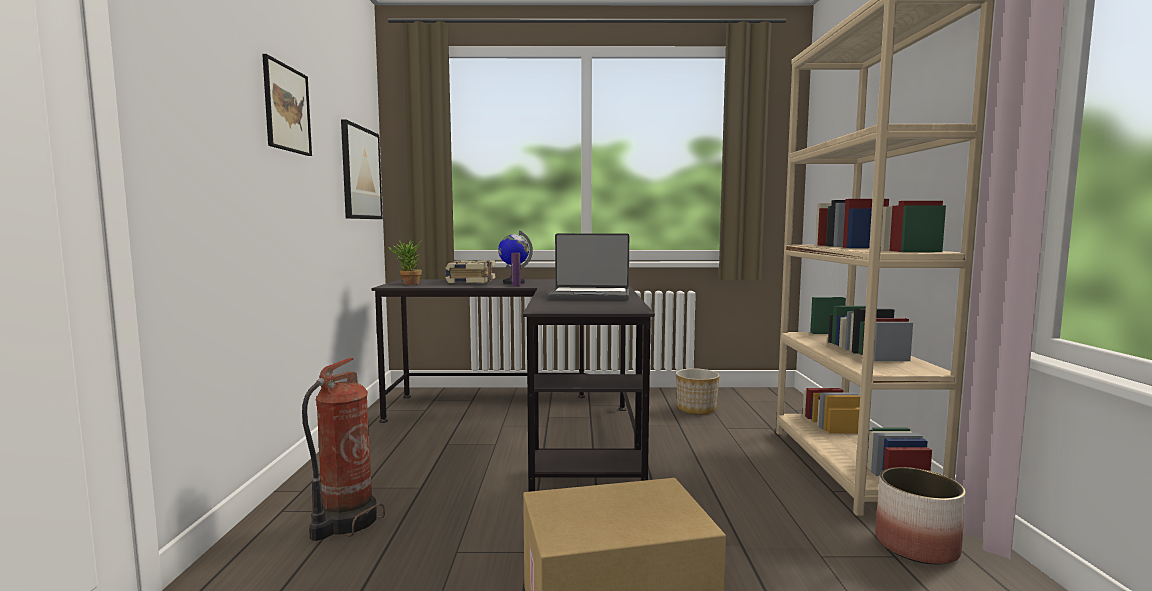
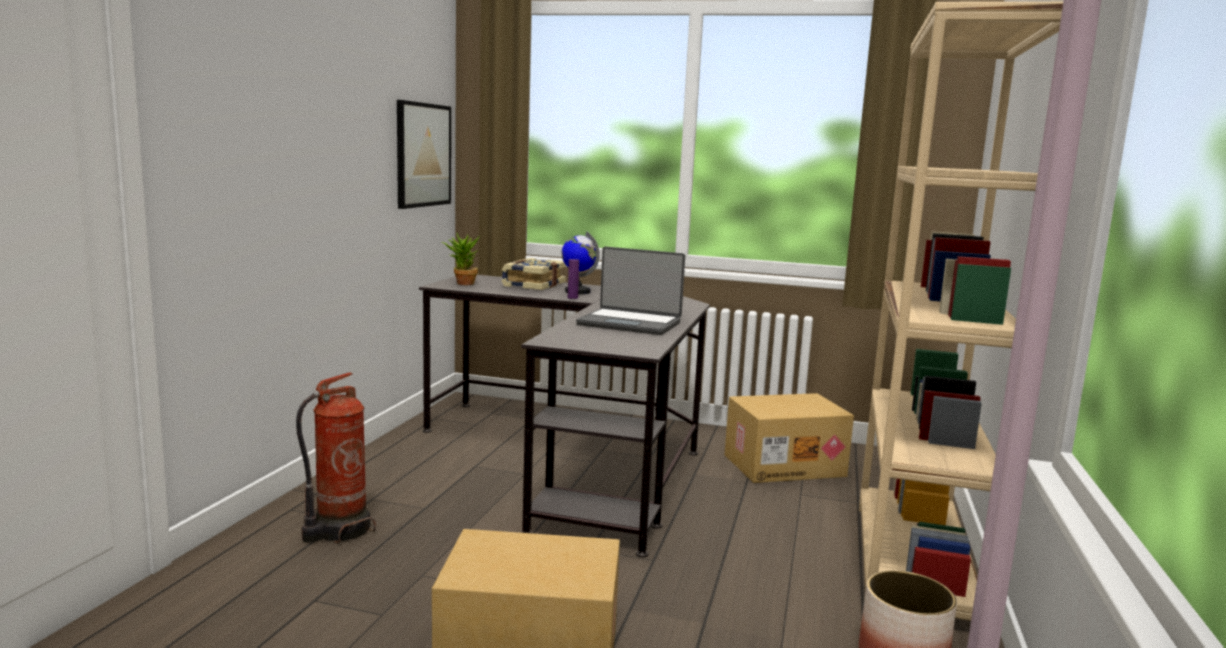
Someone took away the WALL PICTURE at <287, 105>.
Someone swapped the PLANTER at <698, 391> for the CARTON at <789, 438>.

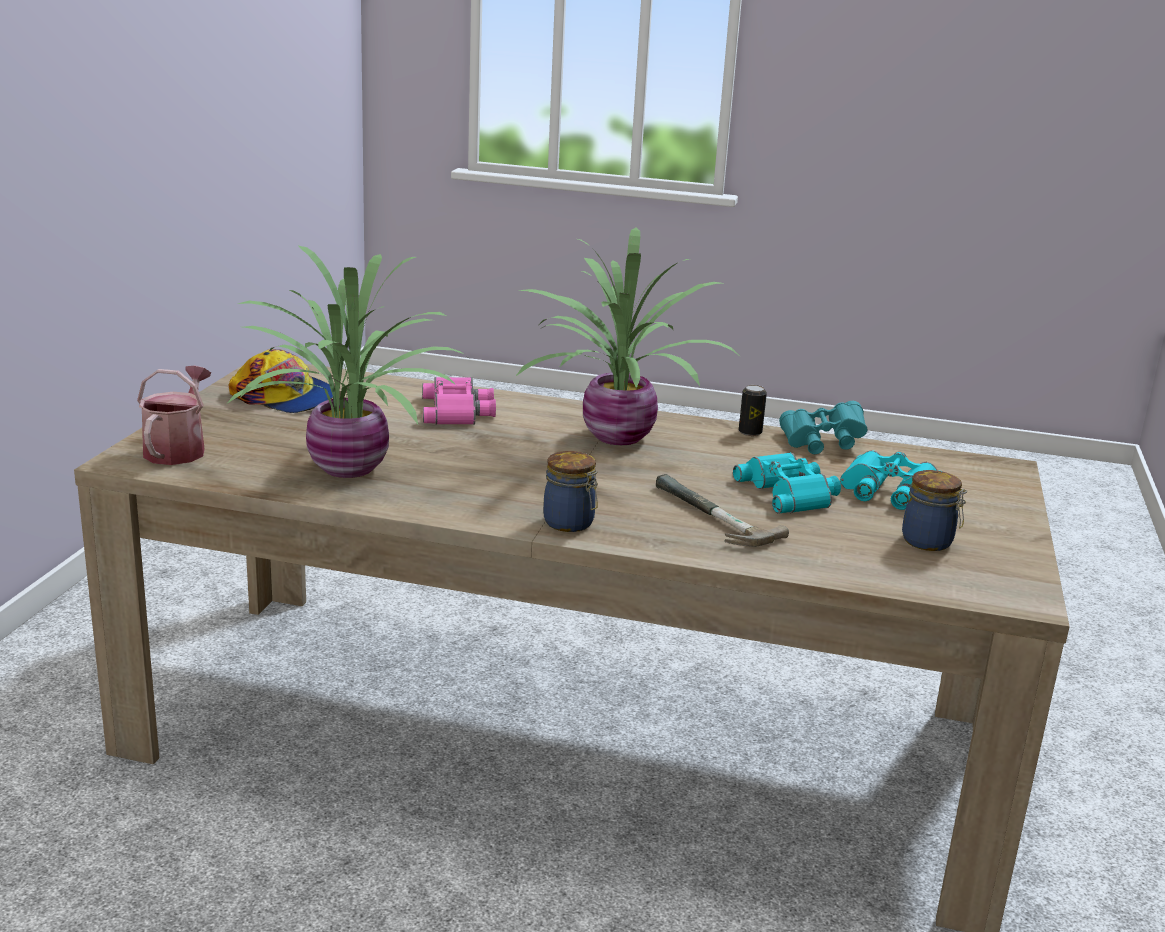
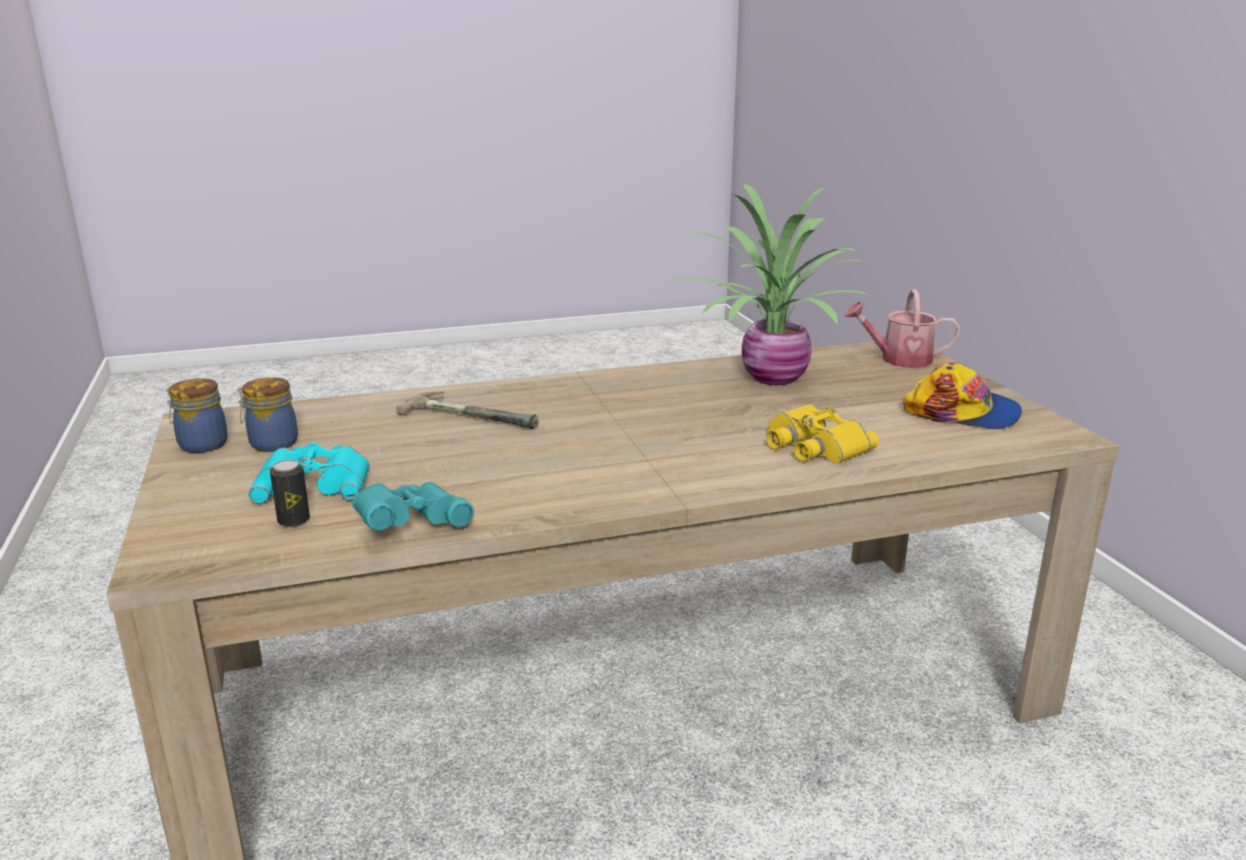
Someone took away the POTTED PLANT at <627, 336>.
Someone rotated the CAP at <281, 381> by 150 degrees counterclockwise.
Someone rotated the SPRINKLING CAN at <174, 415> by 120 degrees clockwise.
Someone repainted the PINK PAIR OF BINOCULARS at <459, 401>, which became the YELLOWISH PAIR OF BINOCULARS at <822, 434>.
Someone carried the SEALED CAN from <753, 410> to <290, 493>.
Someone carried the STORAGE JAR from <570, 491> to <197, 415>.
Someone took away the TURQUOISE-COLOURED PAIR OF BINOCULARS at <787, 483>.

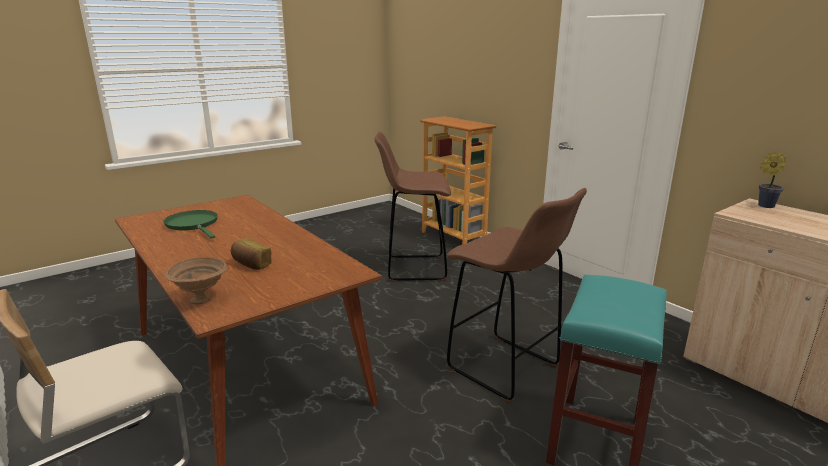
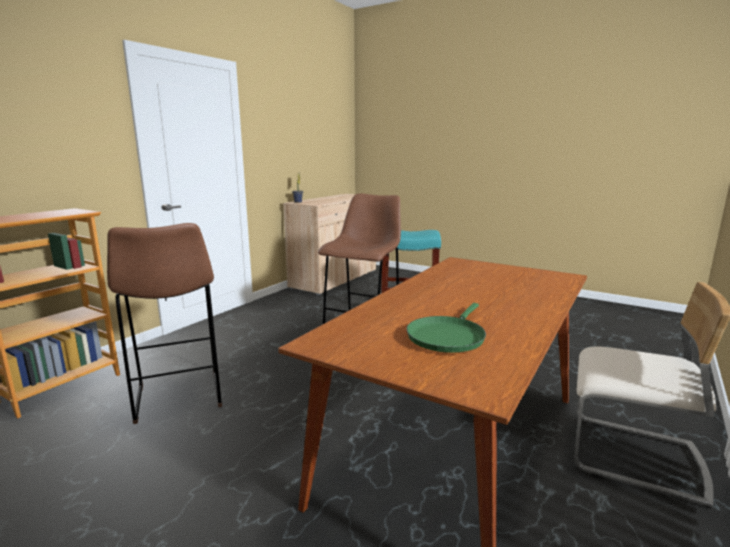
Someone took away the BAKERY BREAD at <251, 254>.
Someone took away the BROWN-COLOURED DEEP DISH at <196, 280>.

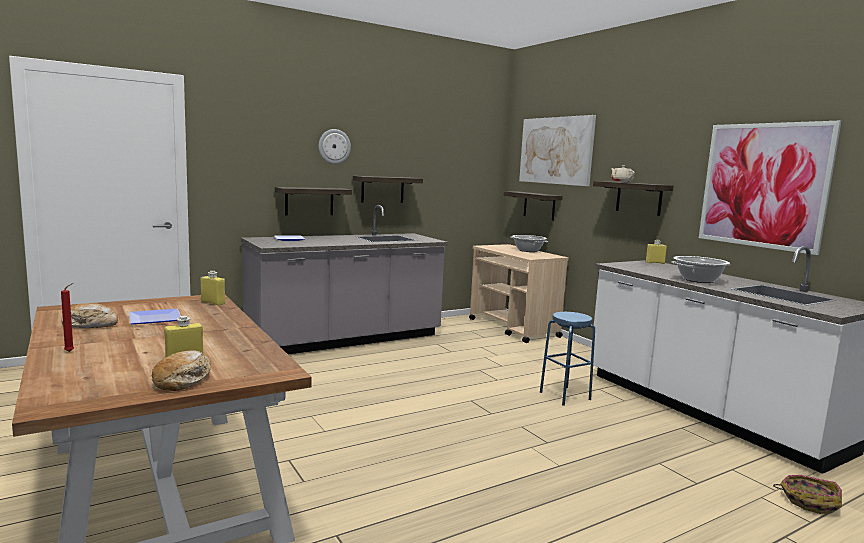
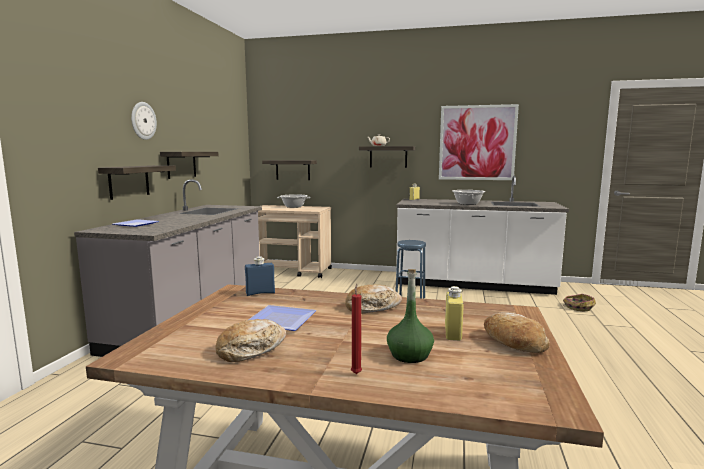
Someone took away the WALL PICTURE at <557, 150>.
Someone repainted the YELLOWISH BOTTLE at <213, 288>, which became the BLUE BOTTLE at <260, 276>.
Someone put down the GREEN BOTTLE at <410, 316>.
Someone put down the BAKERY BREAD at <373, 299>.

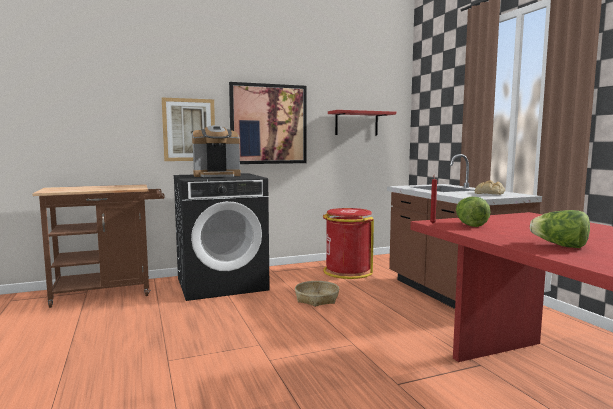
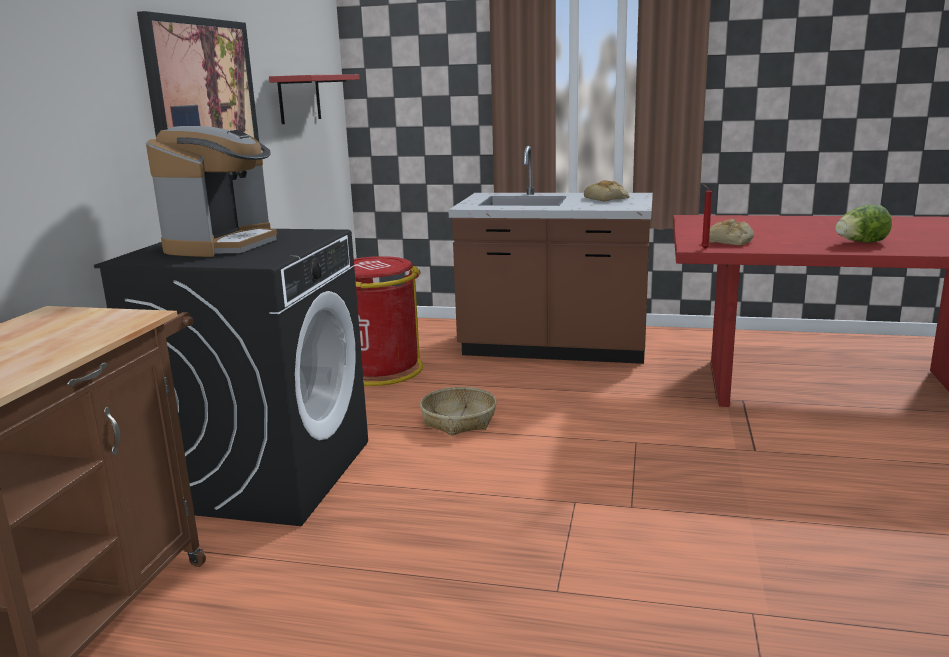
Someone took away the WALL PICTURE at <188, 129>.
Someone swapped the HEAD OF LETTUCE at <473, 212> for the BAKERY BREAD at <731, 232>.

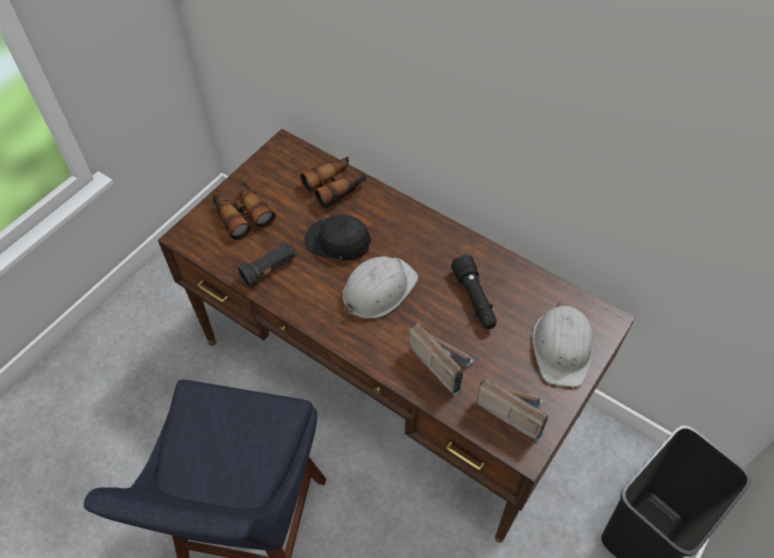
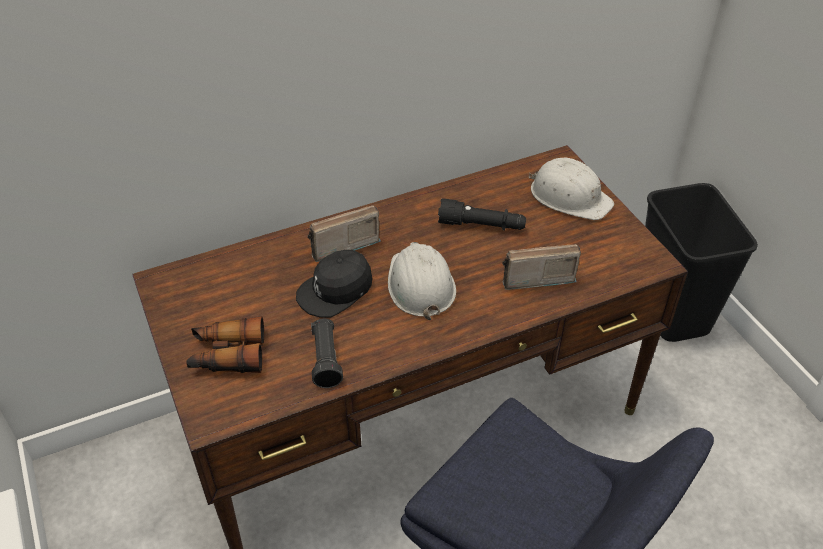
Someone took away the PAIR OF BINOCULARS at <333, 183>.
Someone carried the RADIO from <512, 410> to <344, 233>.

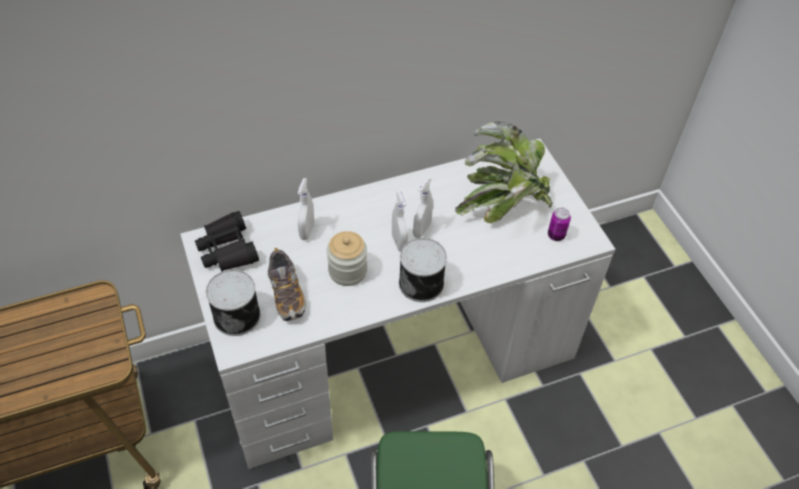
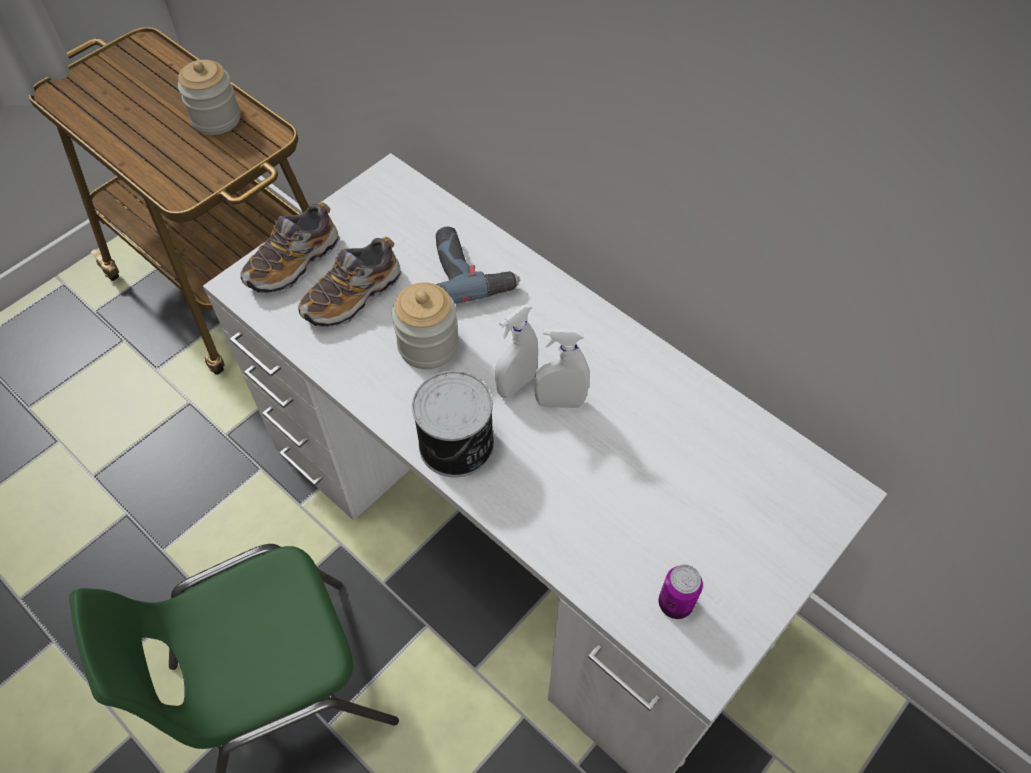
Someone took away the POTTED PLANT at <504, 173>.
Someone swapped the WHITISH SPRAY BOTTLE at <306, 209> for the DRILL at <478, 265>.
Someone took away the BLACK-COLOURED PAIR OF BINOCULARS at <227, 241>.
Someone swapped the SEALED CAN at <233, 303> for the SHOE at <290, 247>.
Someone put down the STORAGE JAR at <209, 97>.

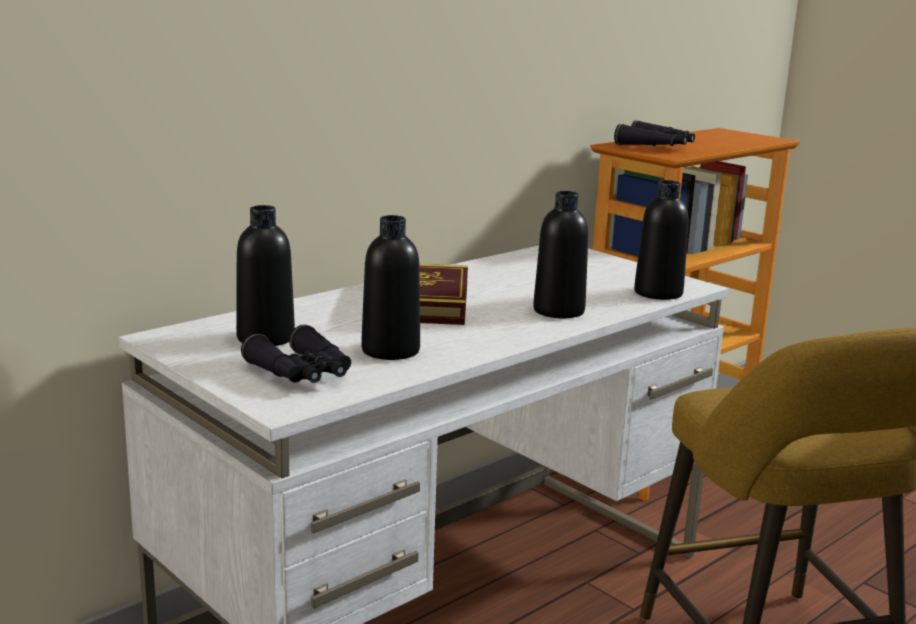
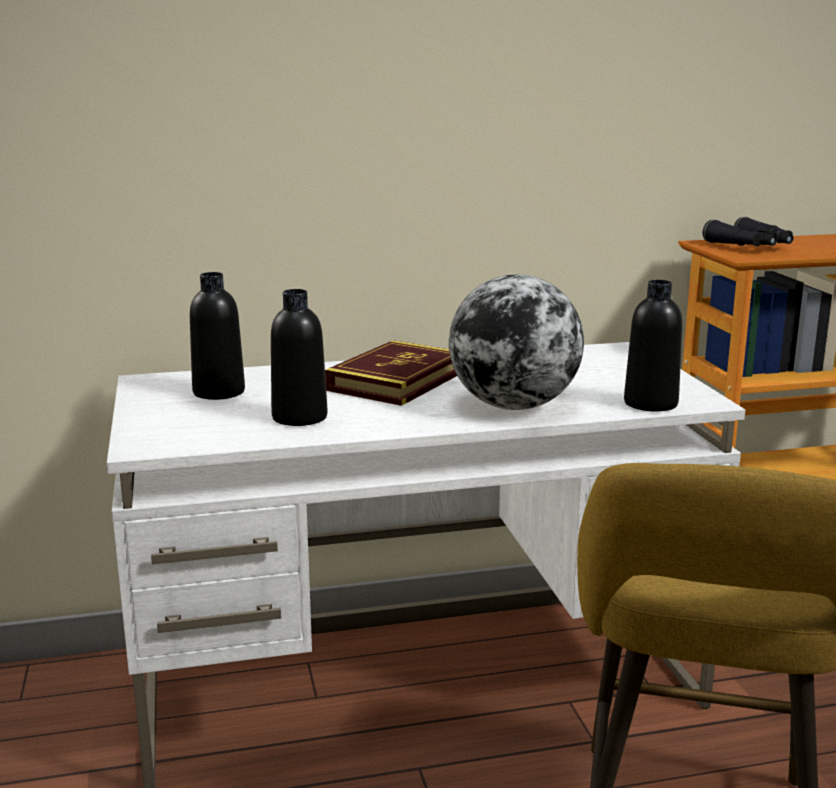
Someone swapped the BLACK-COLOURED BOTTLE at <560, 254> for the GLOBE at <516, 342>.
Someone took away the BLACK-COLOURED PAIR OF BINOCULARS at <296, 354>.

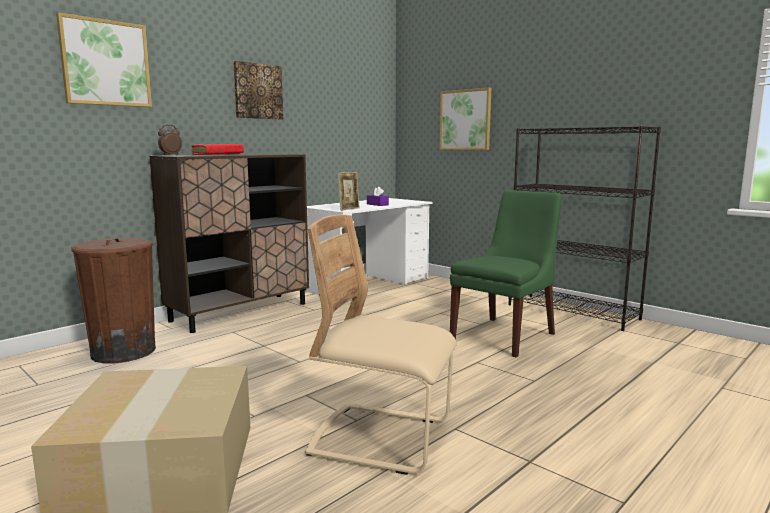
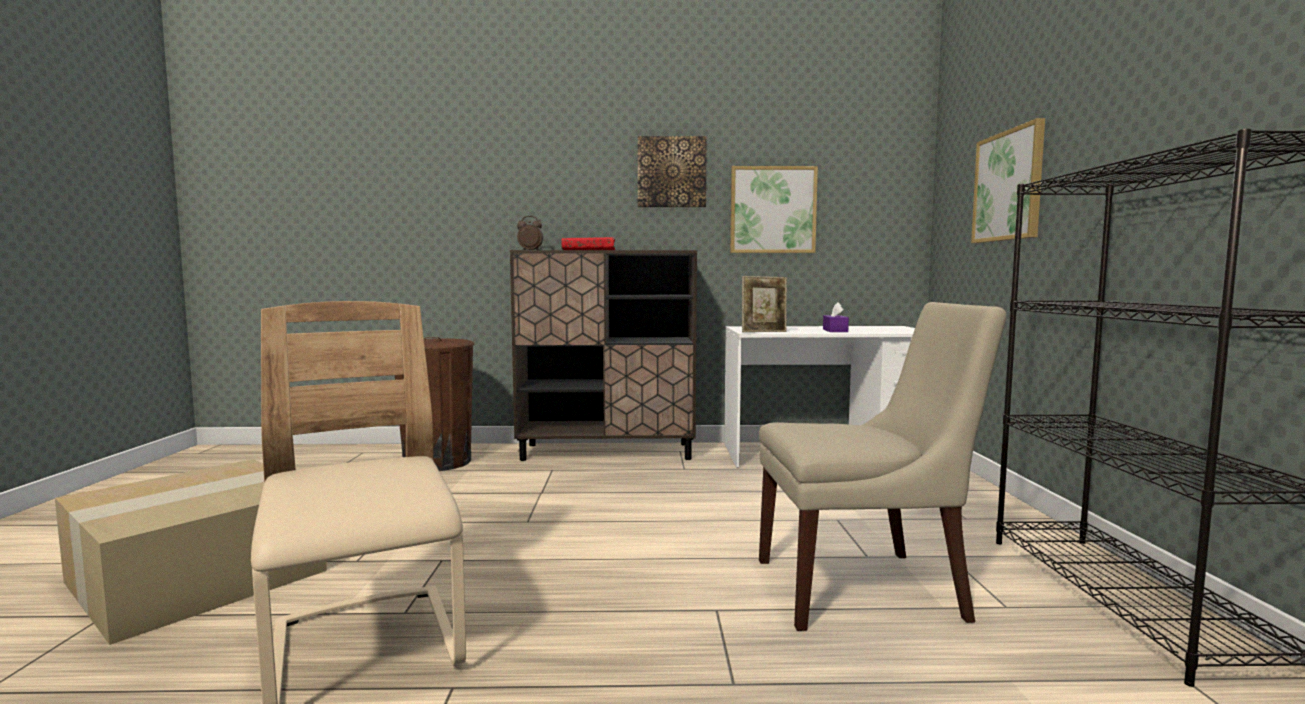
Someone carried the WALL PICTURE from <104, 59> to <774, 209>.
Someone repainted the GREEN CHAIR at <506, 273>, which became the SAND-COLOURED CHAIR at <882, 466>.

